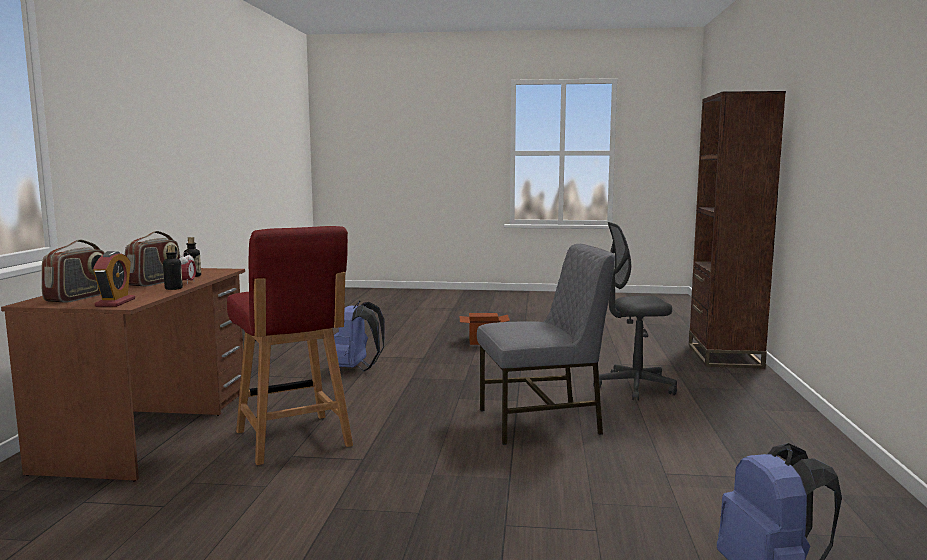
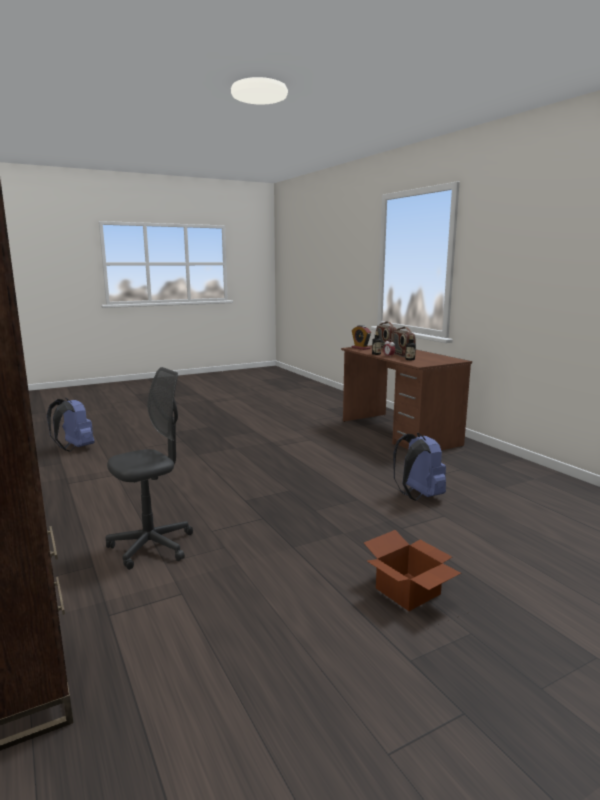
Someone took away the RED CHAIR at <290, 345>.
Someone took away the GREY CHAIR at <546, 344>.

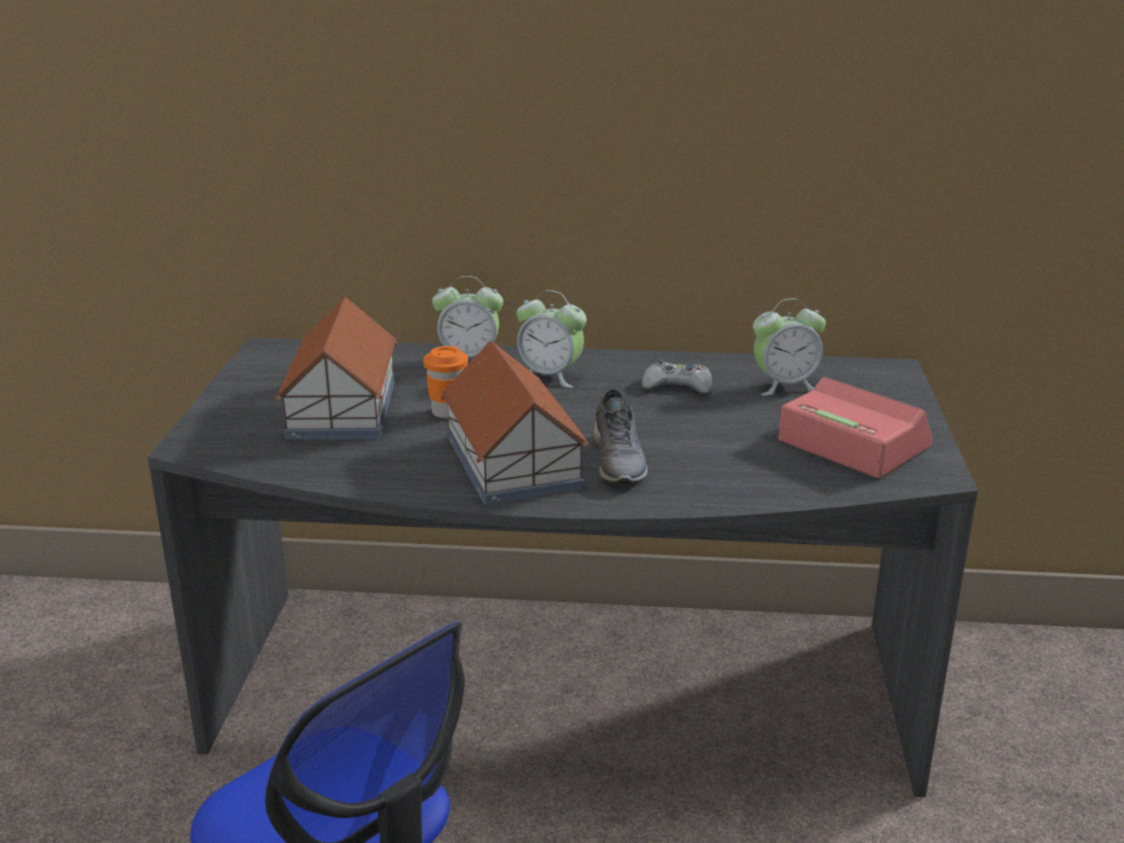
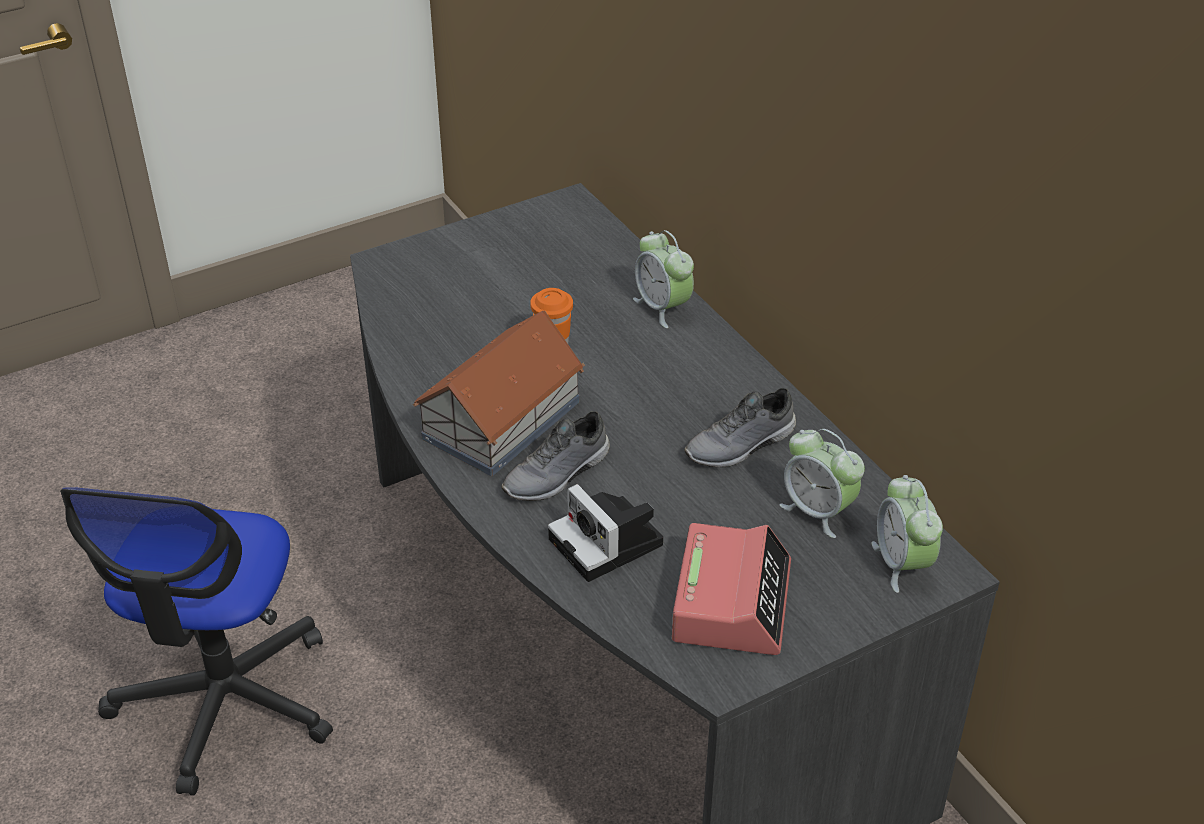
Someone carried the TABLE CLOCK from <552, 339> to <907, 534>.
Someone took away the MINIATURE HOUSE at <336, 368>.
Someone swapped the GREY GAME CONTROLLER at <677, 377> for the GREY SHOE at <740, 427>.
Someone put down the STILL CAMERA at <605, 533>.

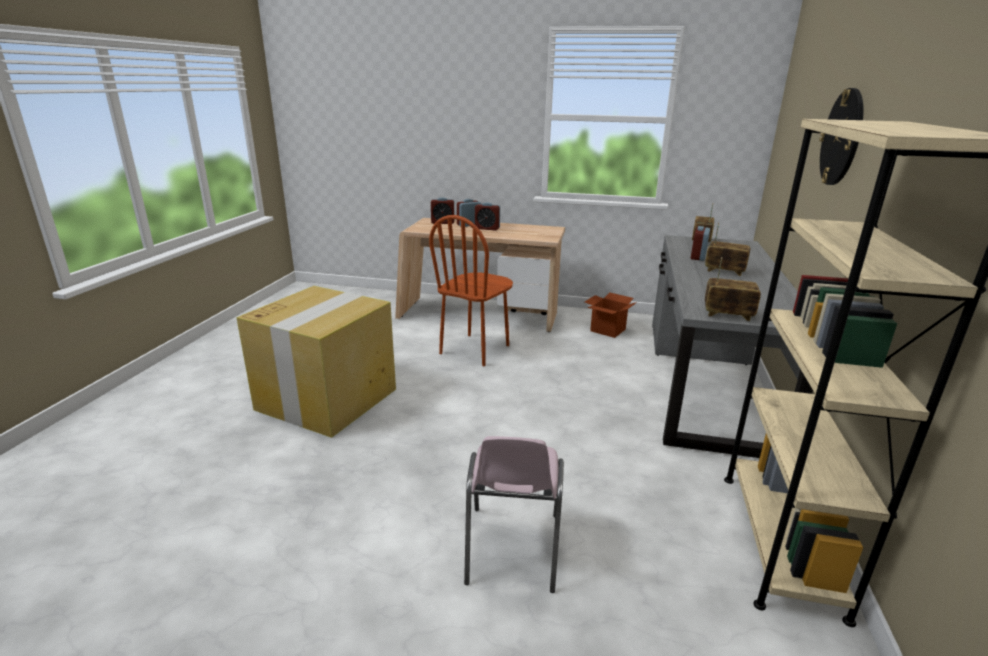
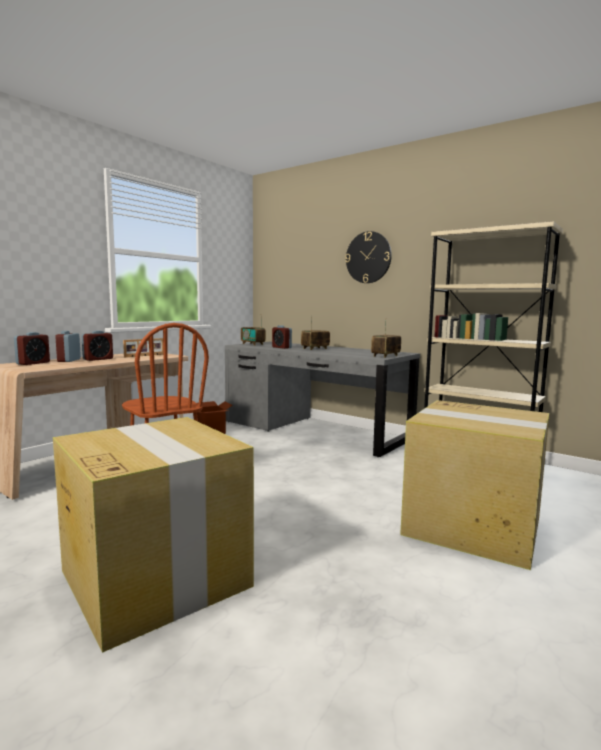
Someone swapped the PINK CHAIR at <514, 514> for the CARTON at <474, 485>.
Someone put down the STANDING FRAME at <143, 347>.

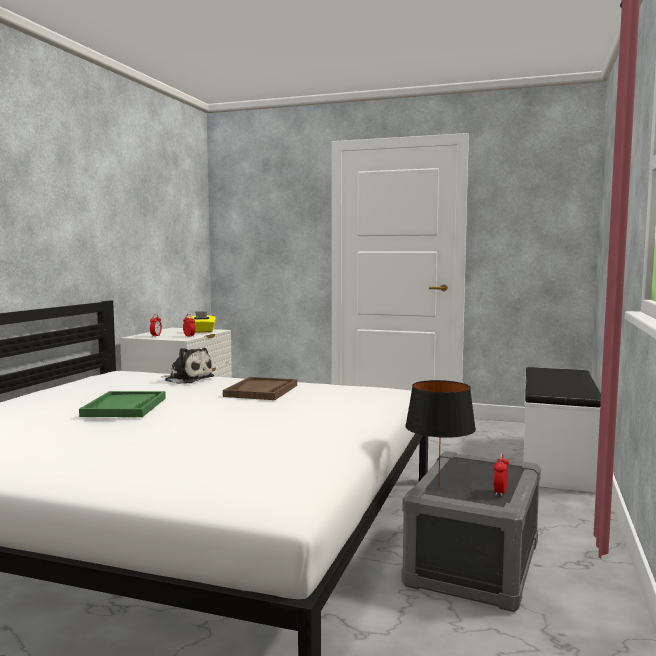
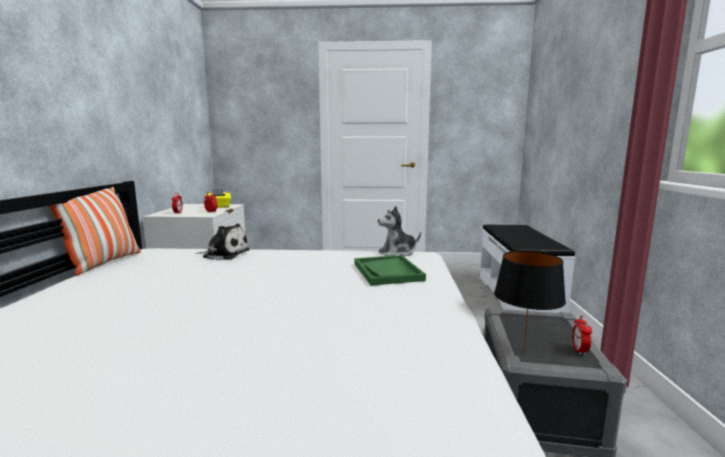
Someone took away the BROWN-COLOURED SERVING TRAY at <260, 388>.
Someone carried the GREEN SERVING TRAY from <122, 404> to <390, 270>.
Someone put down the CUSHION at <95, 231>.
Someone put down the CUDDLY TOY at <399, 231>.

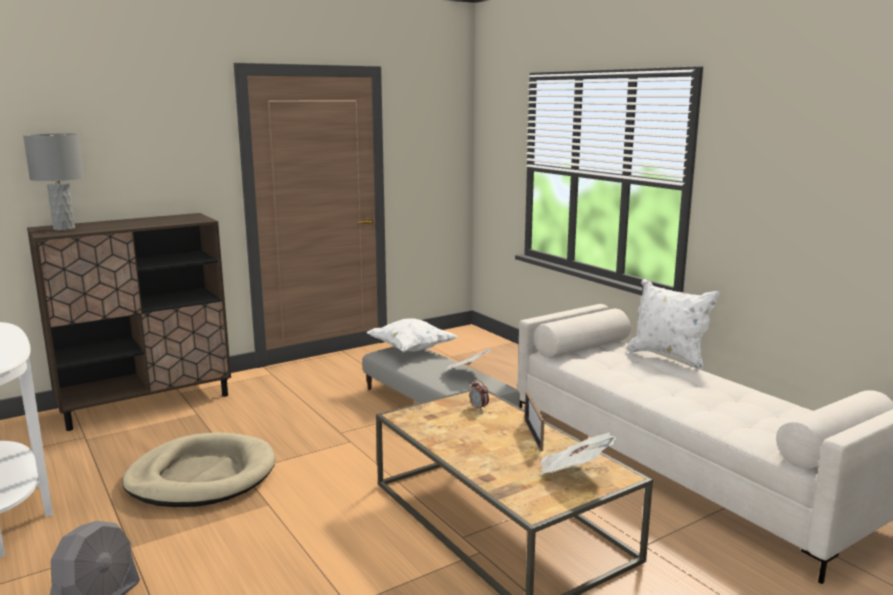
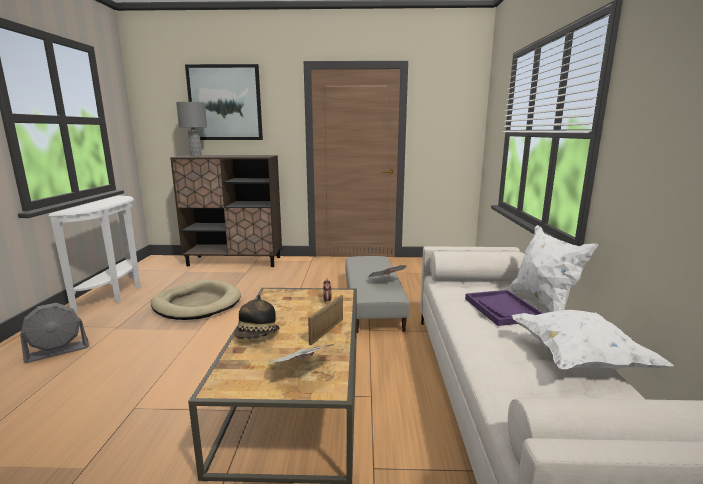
Someone carried the WHITISH CUSHION from <412, 335> to <592, 340>.
Someone put up the WALL PICTURE at <224, 102>.
Someone put down the PURPLE SERVING TRAY at <504, 308>.
Someone put down the WEARABLE HAT at <257, 317>.

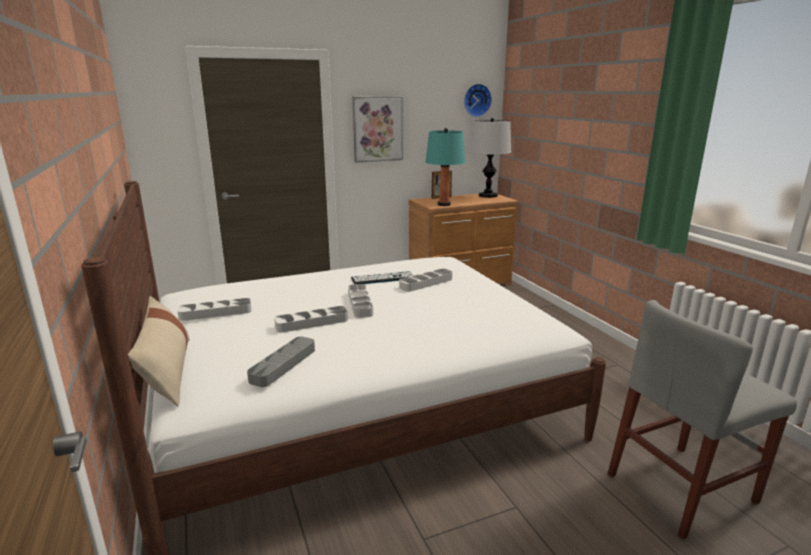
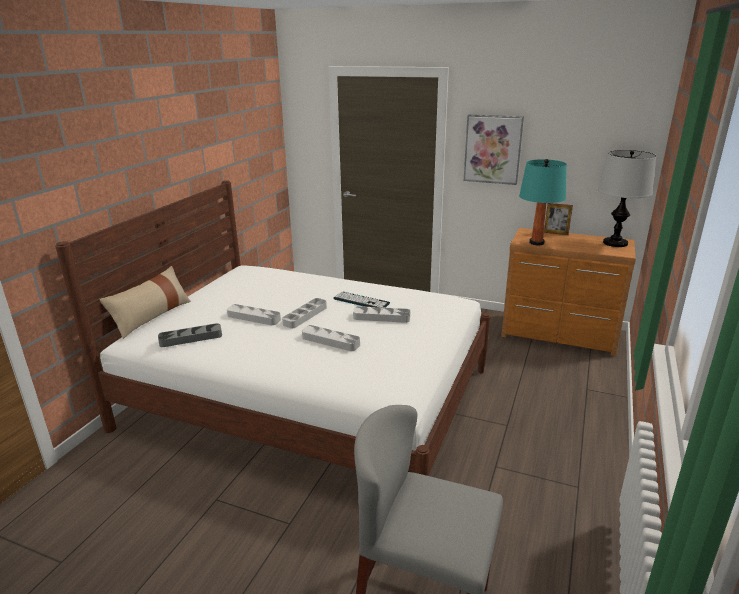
Someone took away the CLOCK ON THE WALL at <478, 100>.
Someone carried the GREY SERVING TRAY from <214, 309> to <331, 338>.

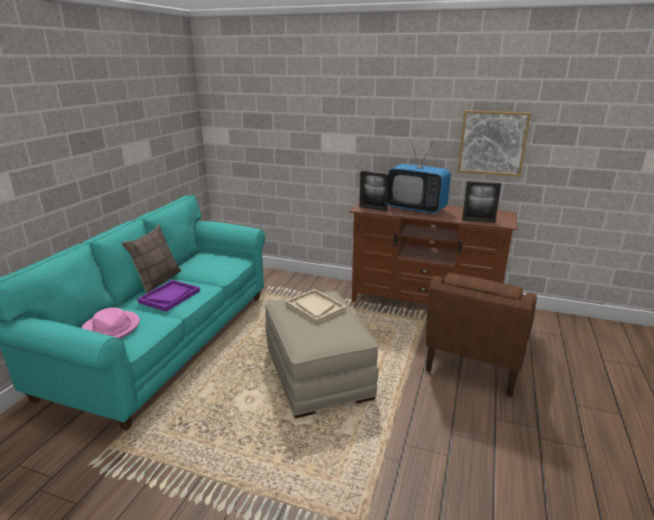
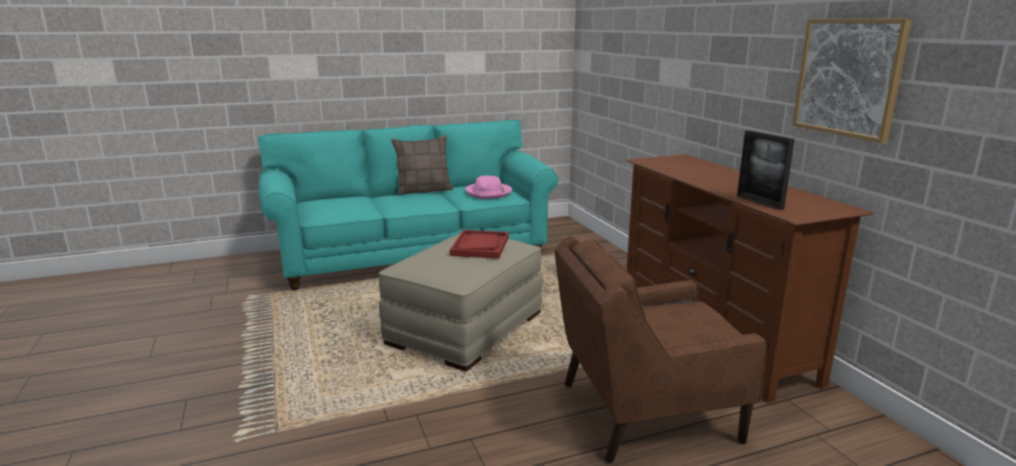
Someone took away the TV SET at <419, 176>.
Someone took away the STANDING FRAME at <374, 191>.
Someone took away the PURPLE SERVING TRAY at <168, 296>.
Someone repainted the SAND-COLOURED SERVING TRAY at <316, 306>, which became the RED SERVING TRAY at <479, 244>.
Someone carried the PINK WEARABLE HAT from <111, 323> to <489, 187>.

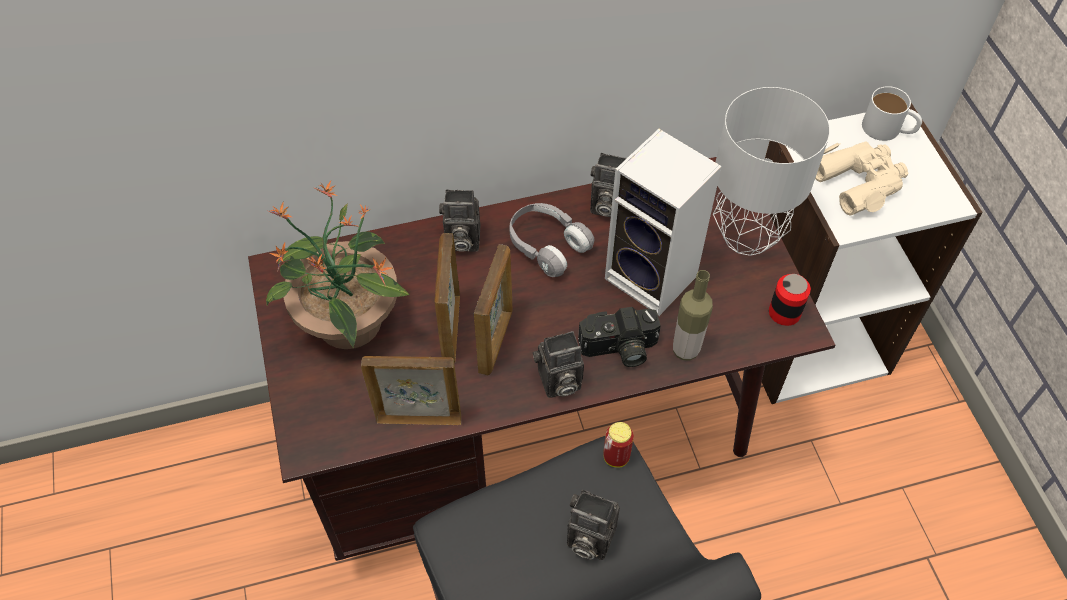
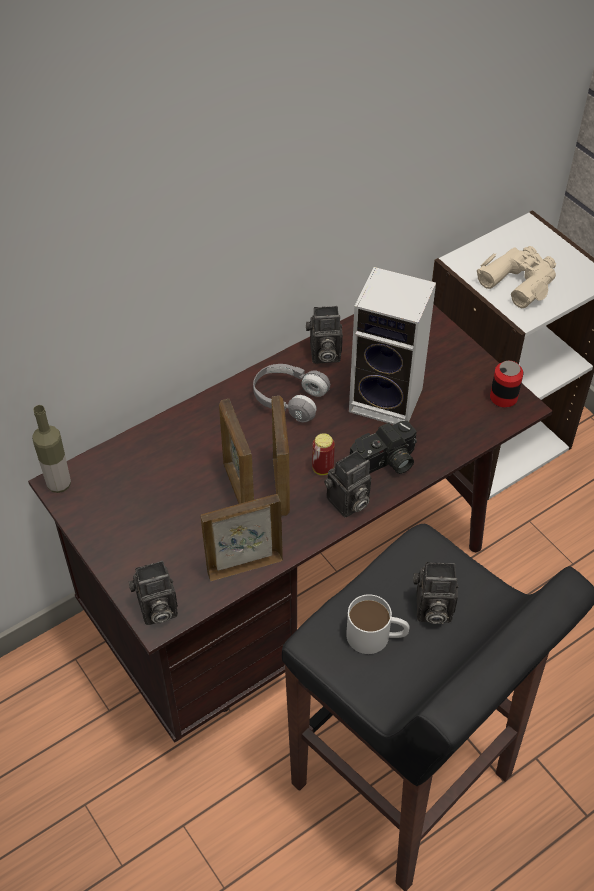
Someone carried the WHITISH COFFEE MUG from <892, 113> to <378, 624>.
Someone took away the GREY TABLETOP LAMP at <771, 171>.
Someone took away the POTTED PLANT at <338, 265>.
Someone carried the STILL CAMERA from <459, 220> to <153, 593>.
Someone carried the BOTTLE from <693, 315> to <51, 449>.
Someone carried the SEALED CAN from <618, 445> to <323, 454>.

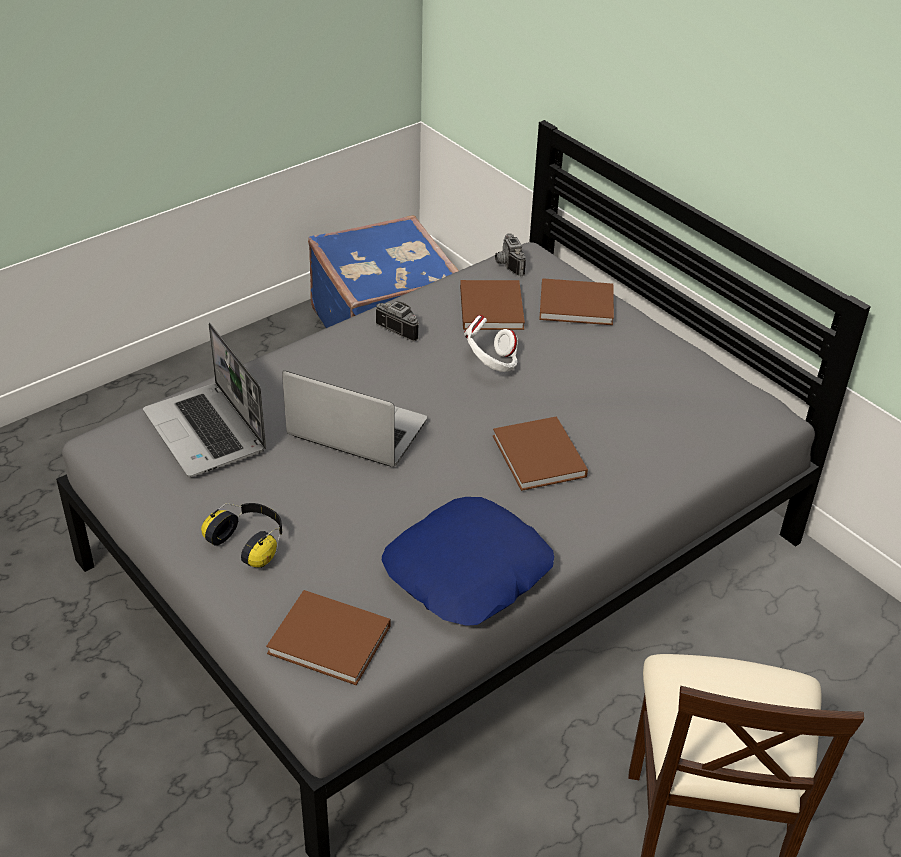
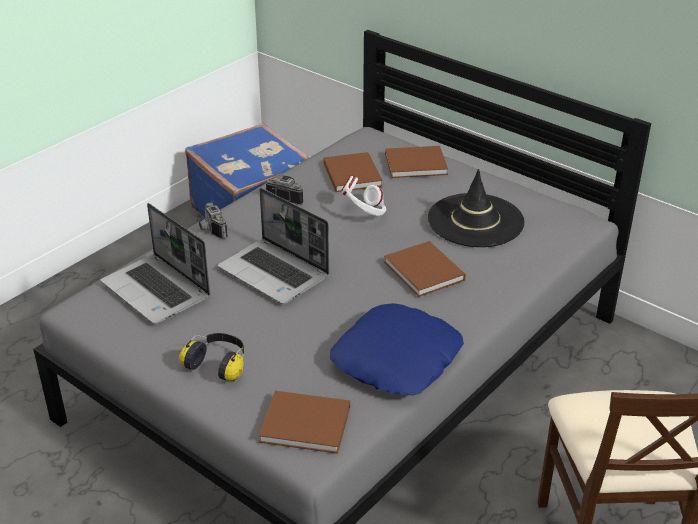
Someone carried the STILL CAMERA from <510, 254> to <213, 221>.
Someone rotated the NOTEBOOK COMPUTER at <354, 419> by 150 degrees counterclockwise.
Someone put down the BLACK-COLOURED WEARABLE HAT at <476, 208>.

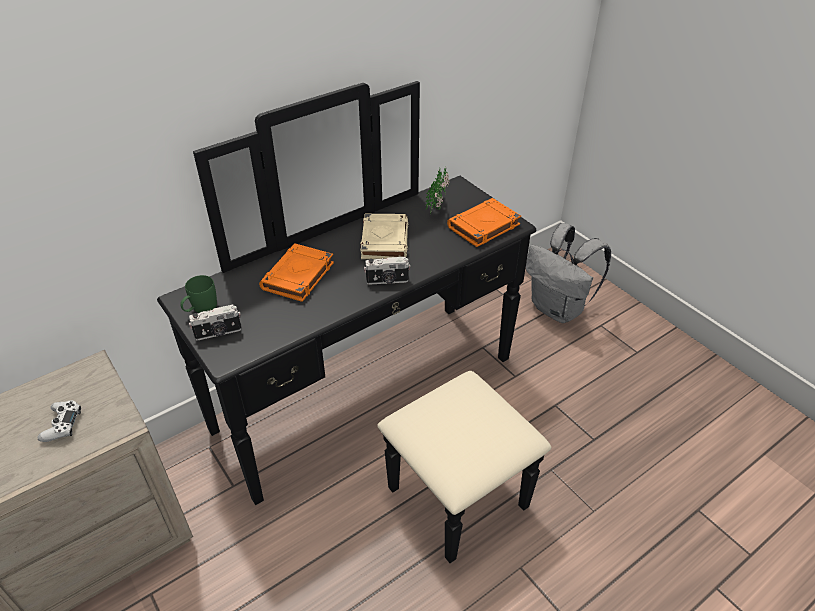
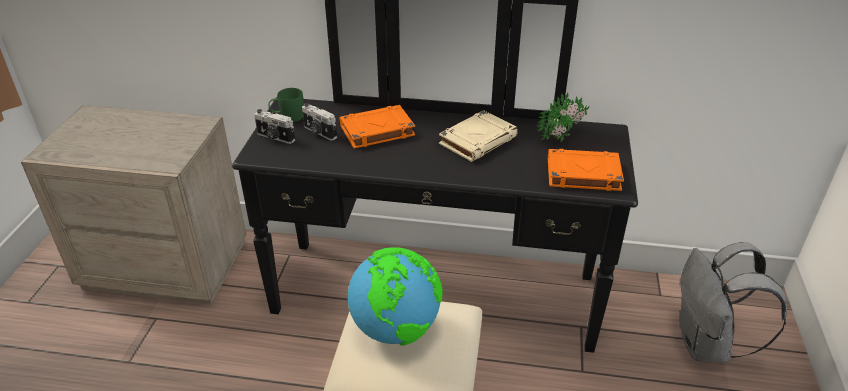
Someone carried the STILL CAMERA from <387, 271> to <319, 122>.
Someone took away the WHITISH GAME CONTROLLER at <59, 421>.
Someone put down the GLOBE at <395, 296>.

